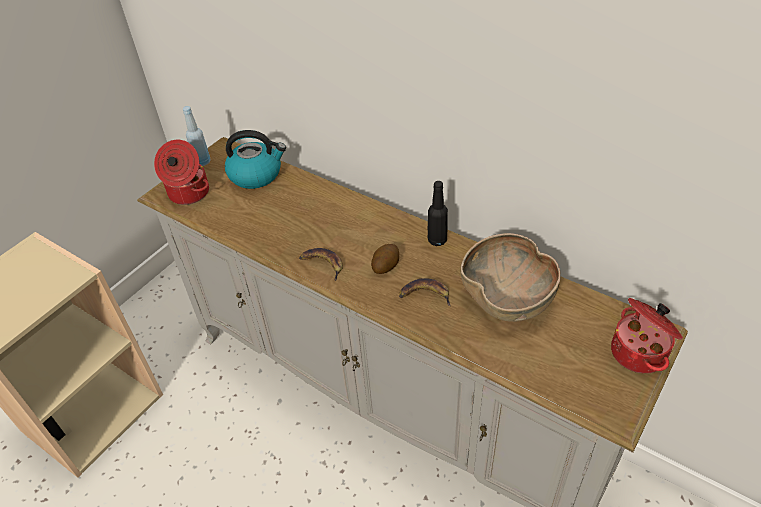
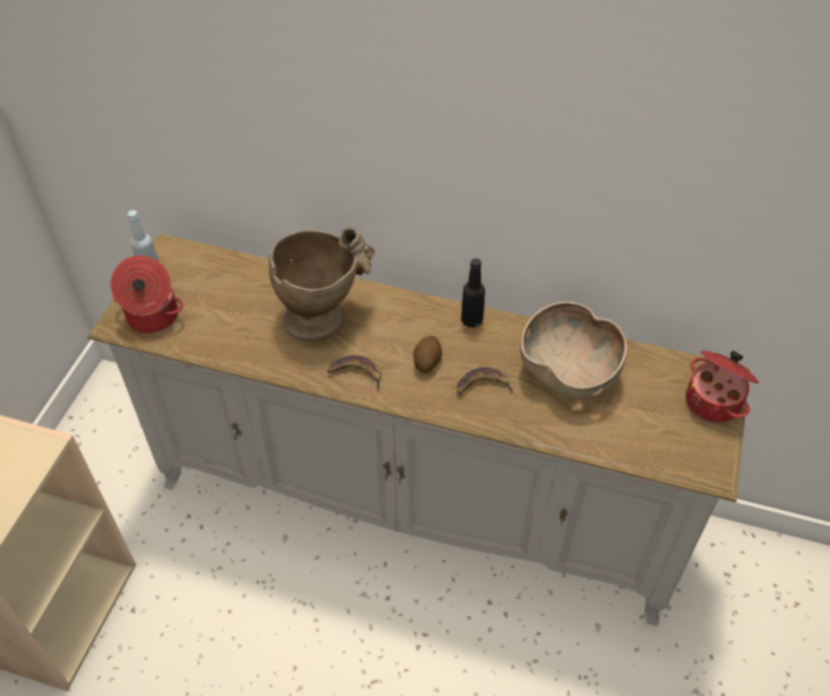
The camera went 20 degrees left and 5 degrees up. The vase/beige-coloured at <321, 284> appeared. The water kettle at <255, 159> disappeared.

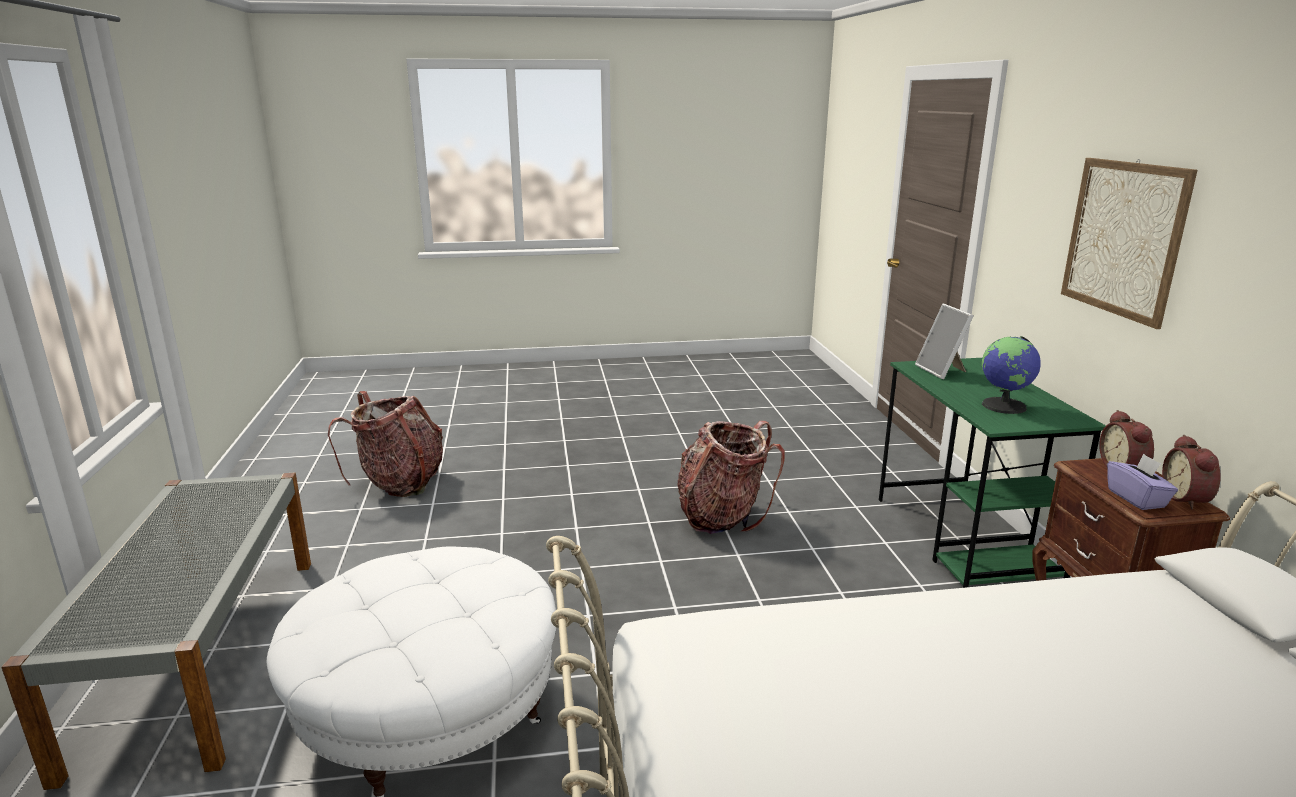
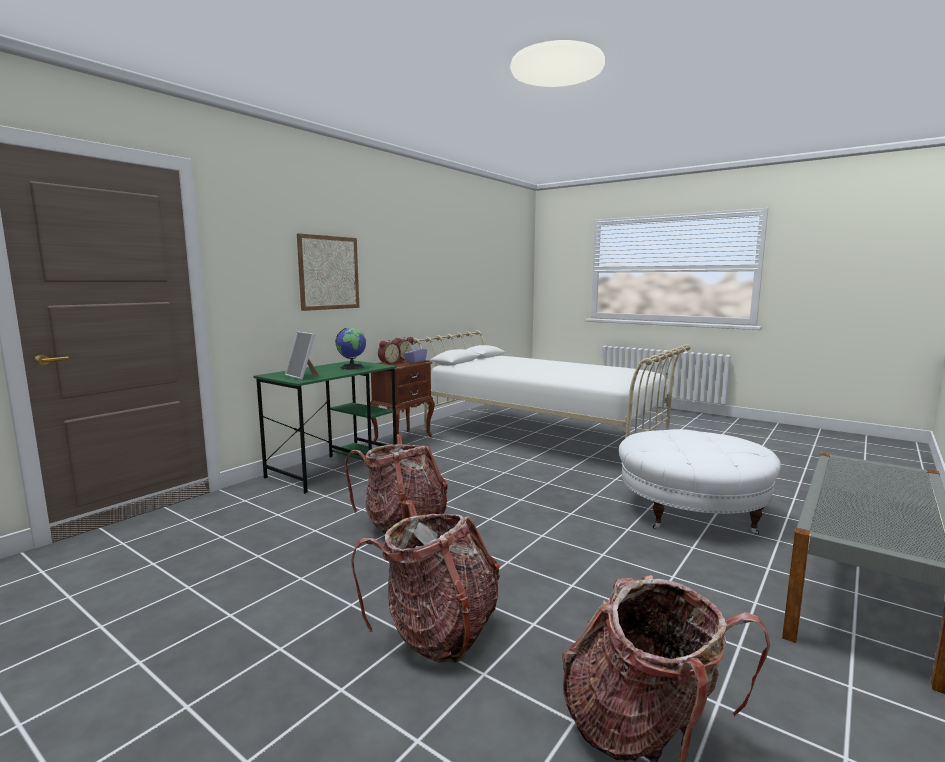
The camera went 135 degrees left and 10 degrees down. The picture frame at <944, 341> turned 105 degrees clockwise. The knapsack at <426, 581> appeared.

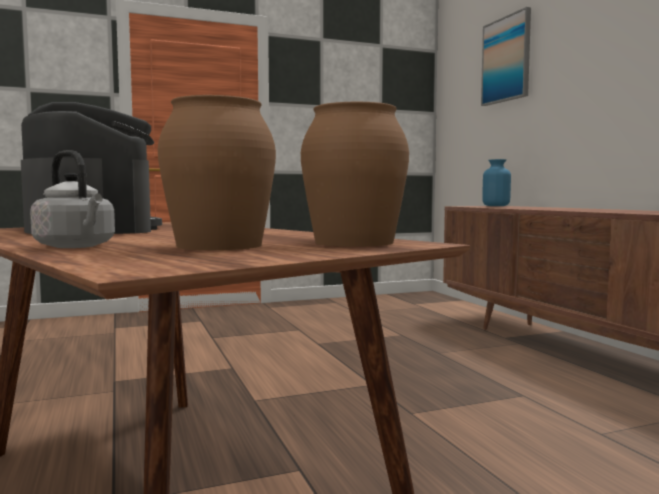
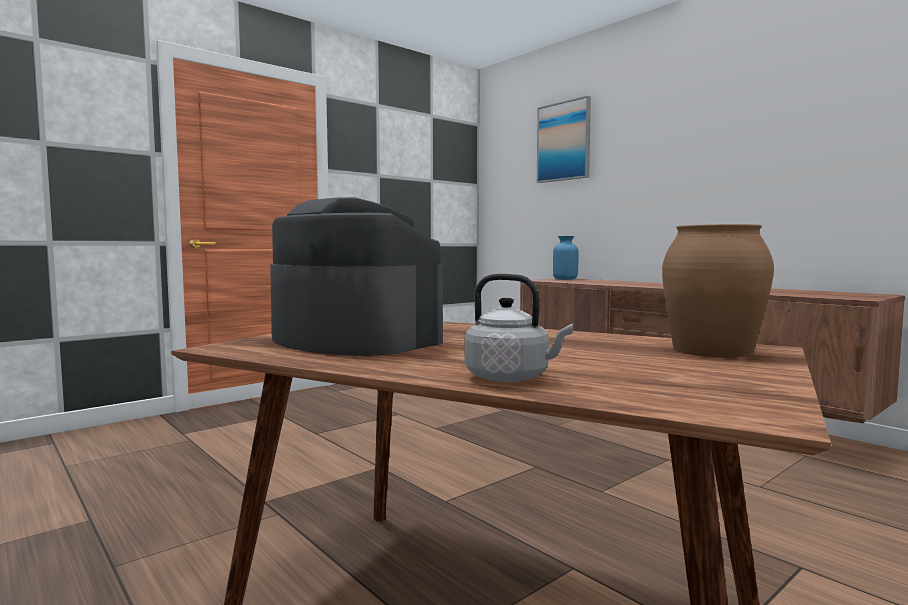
The camera went 20 degrees left and 0 degrees up. The vase/brownish at <217, 172> disappeared.

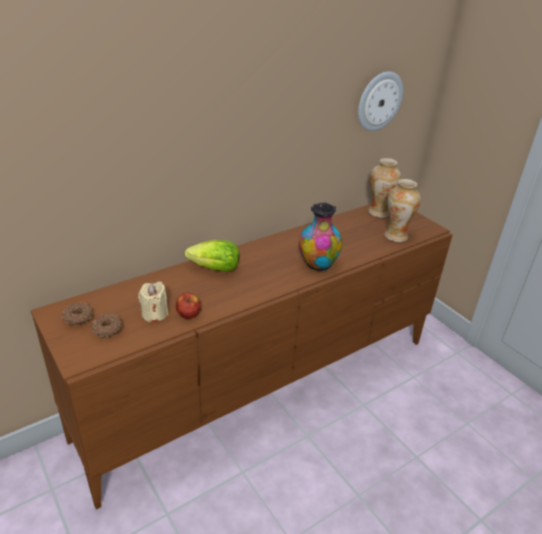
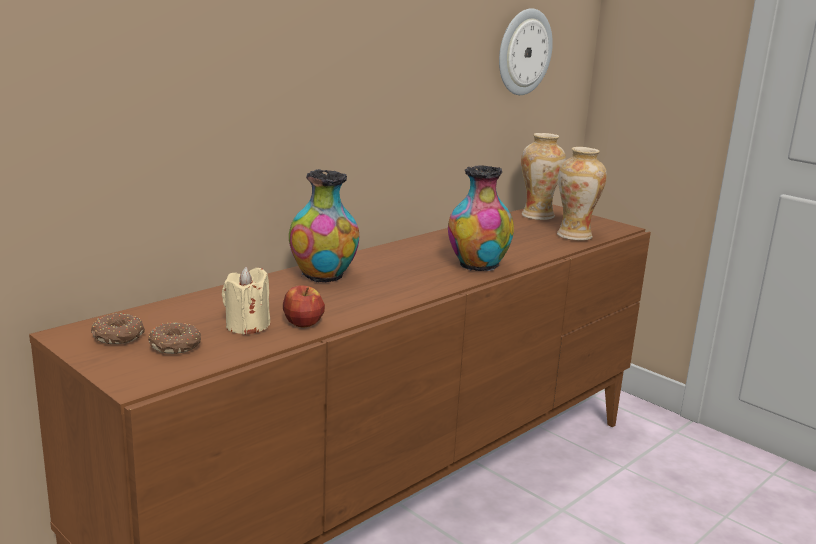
The camera went 10 degrees left and 15 degrees down. The lettuce head at <212, 256> was replaced by the vase at <324, 225>.

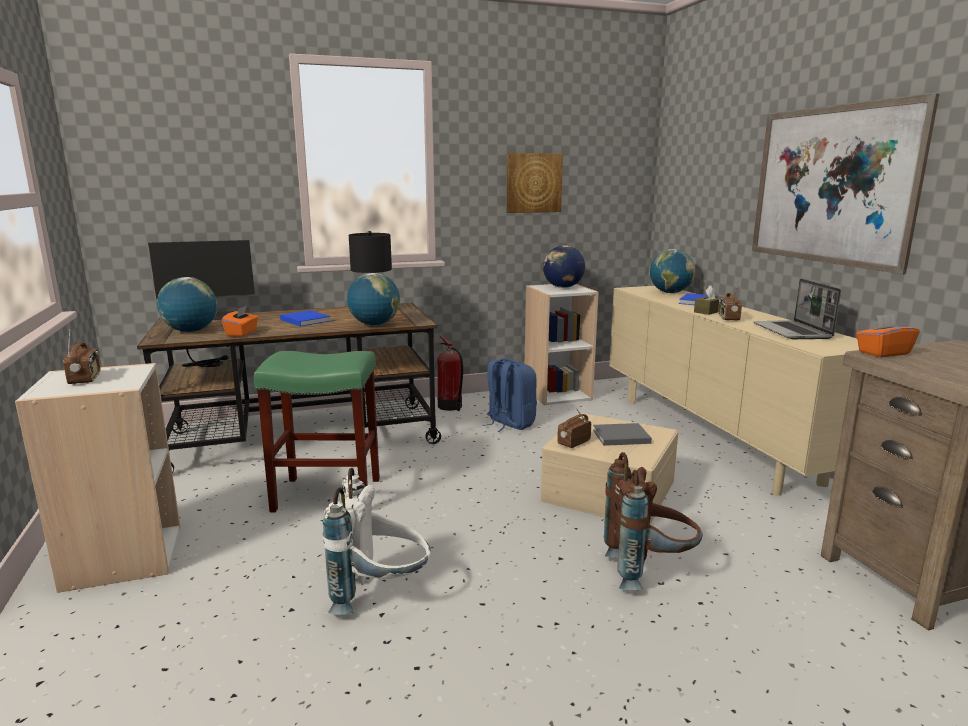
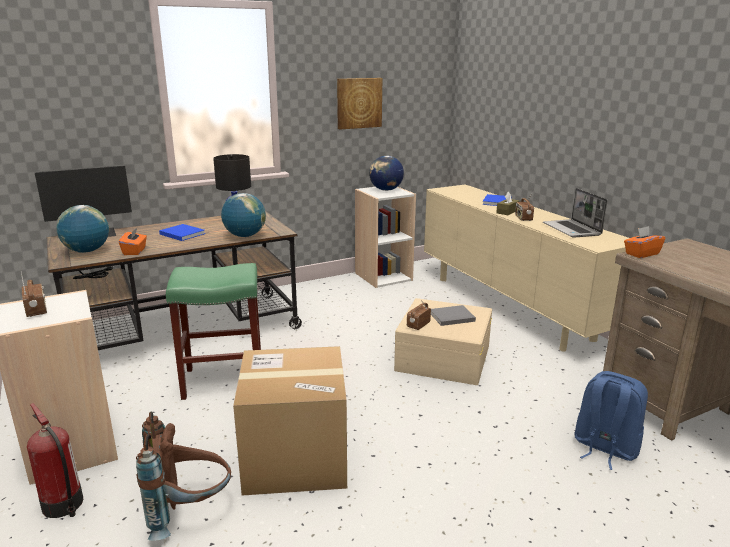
The camera went 10 degrees left and 5 degrees up. The fire extinguisher moved from <450, 373> to <55, 460>. The knapsack/brownish moved from <653, 521> to <183, 476>. The knapsack/whitish at <376, 541> was replaced by the packing box at <290, 421>. The knapsack/blue-coloured moved from <509, 395> to <611, 420>. The desk globe at <672, 271> disappeared. The wall picture at <845, 184> disappeared.

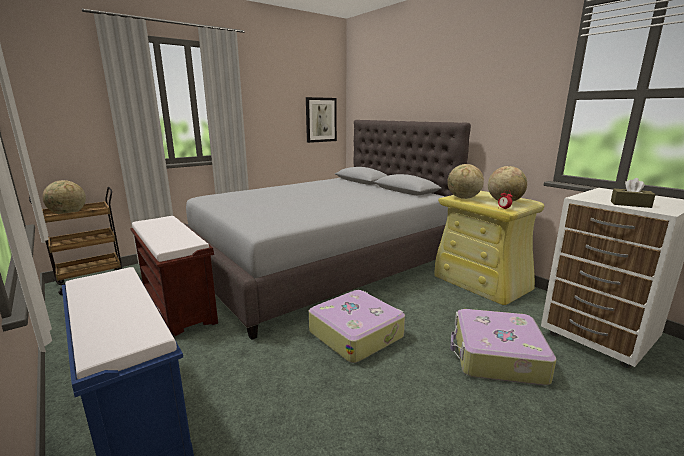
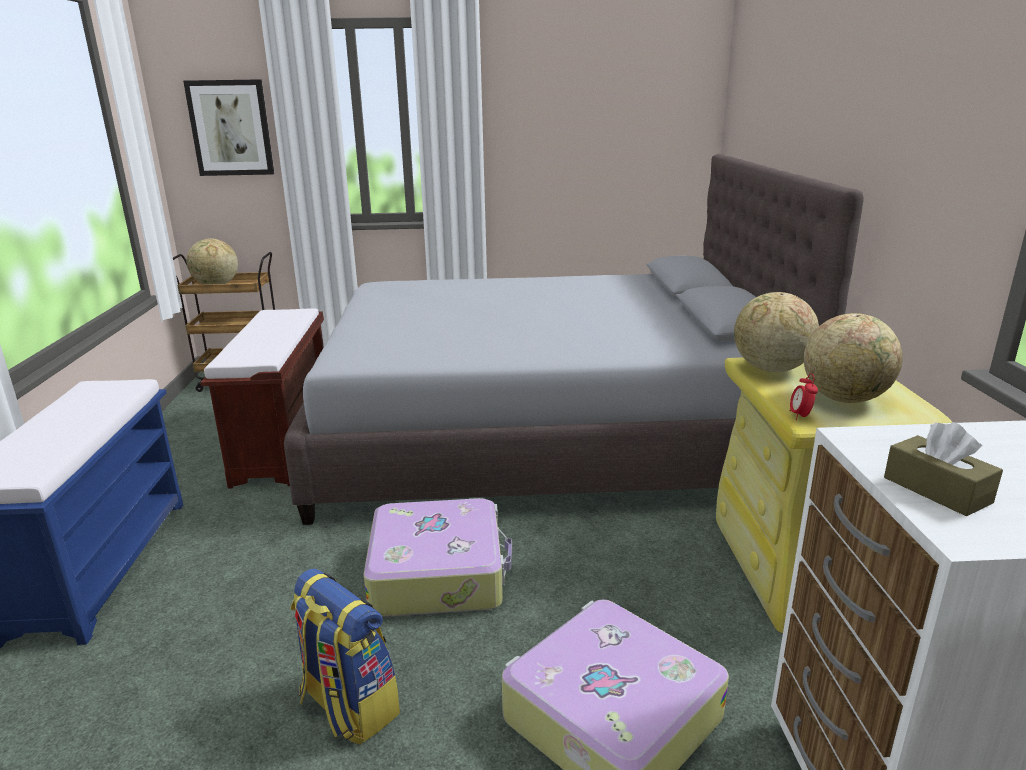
The camera went 35 degrees right and 5 degrees up. The wall picture moved from <321, 120> to <228, 127>. The knapsack at <345, 657> appeared.

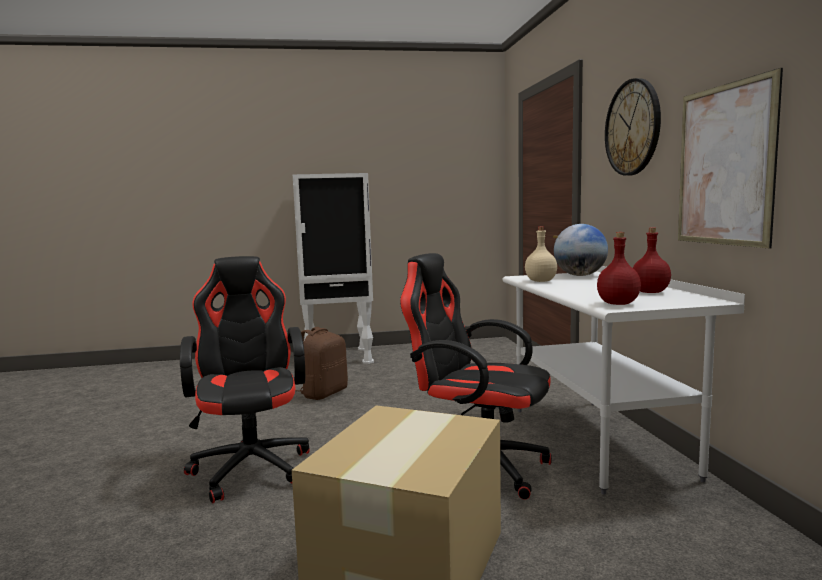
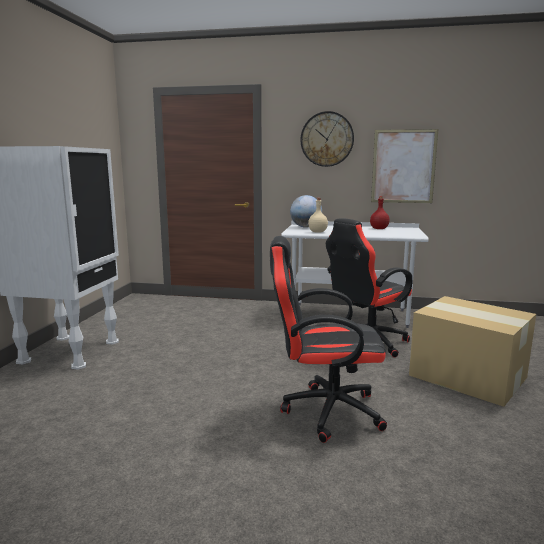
The camera went 70 degrees left and 5 degrees up. The knapsack/brownish at <322, 363> disappeared. The bottle/red-coloured at <619, 268> disappeared.

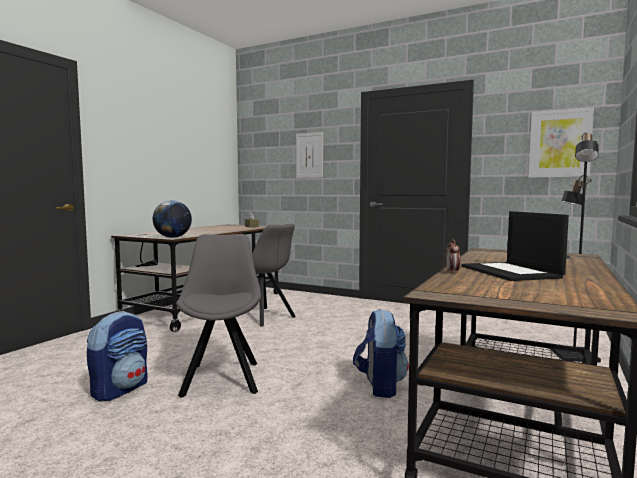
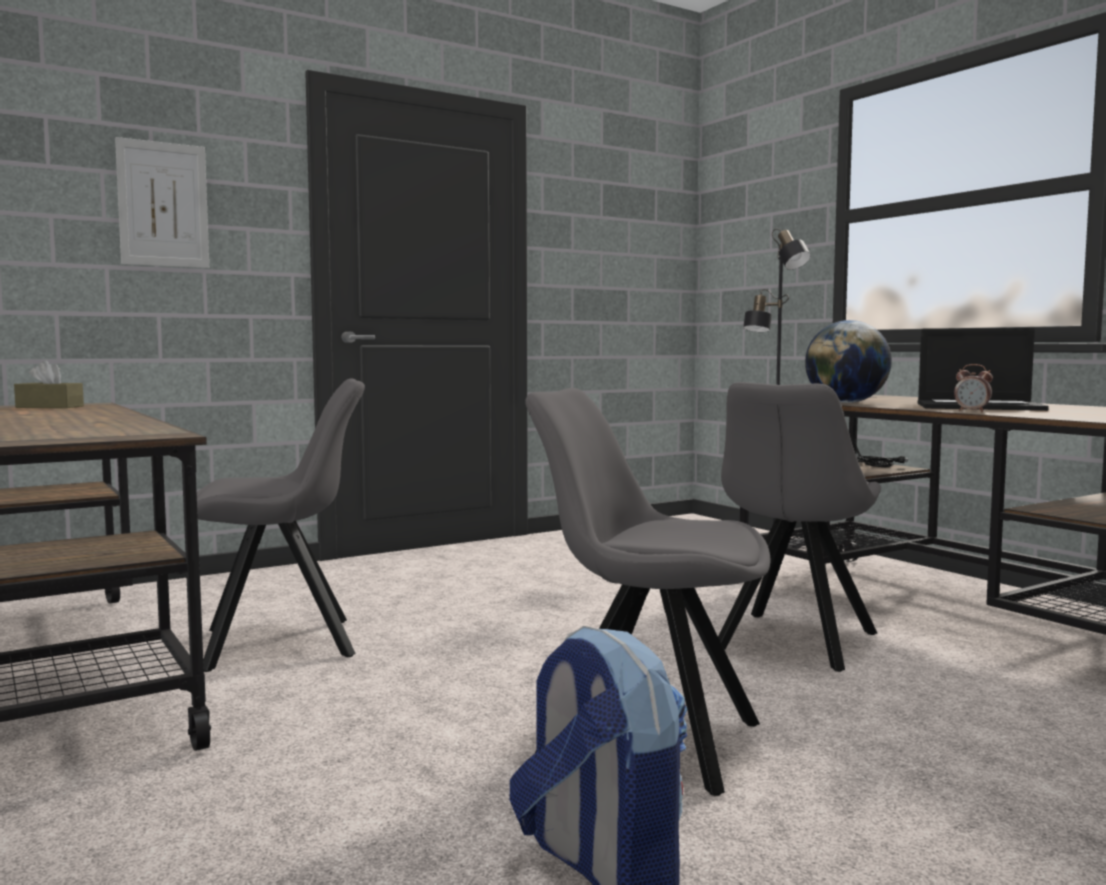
The camera went 60 degrees left and 0 degrees up. The knapsack at <381, 353> was replaced by the chair/gray at <799, 527>. The desk globe moved from <172, 219> to <848, 361>. The wall picture at <561, 142> disappeared.

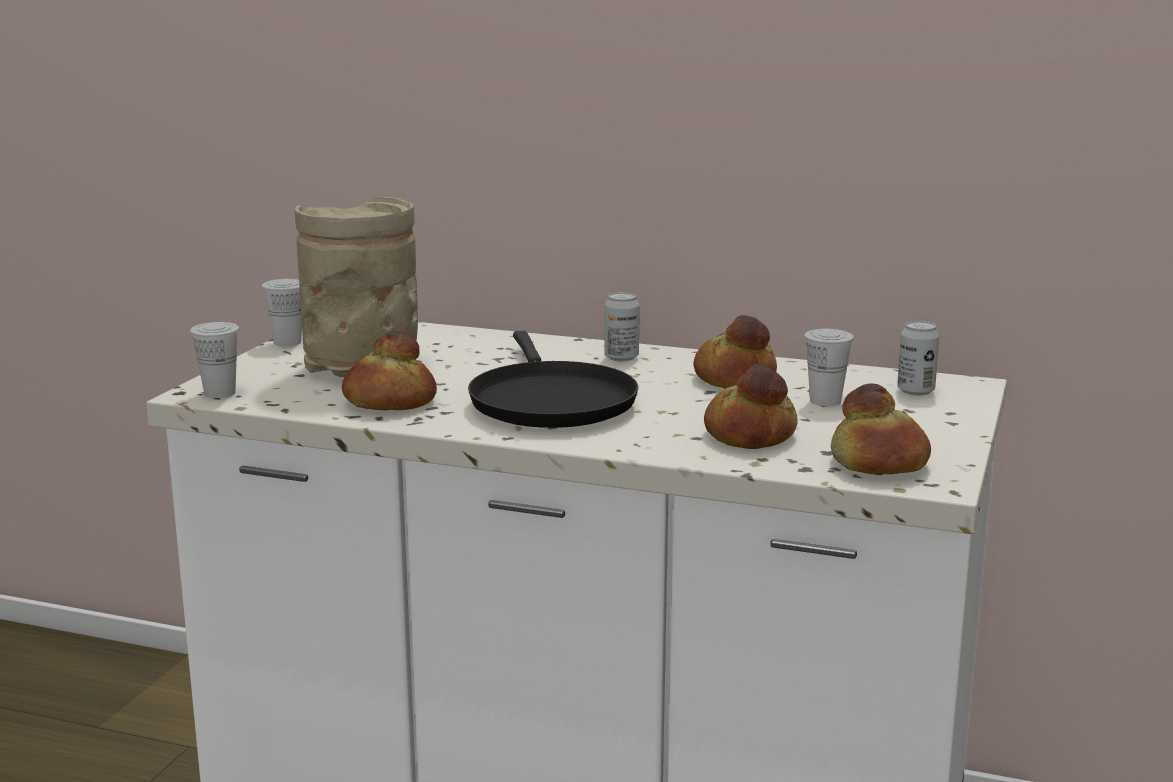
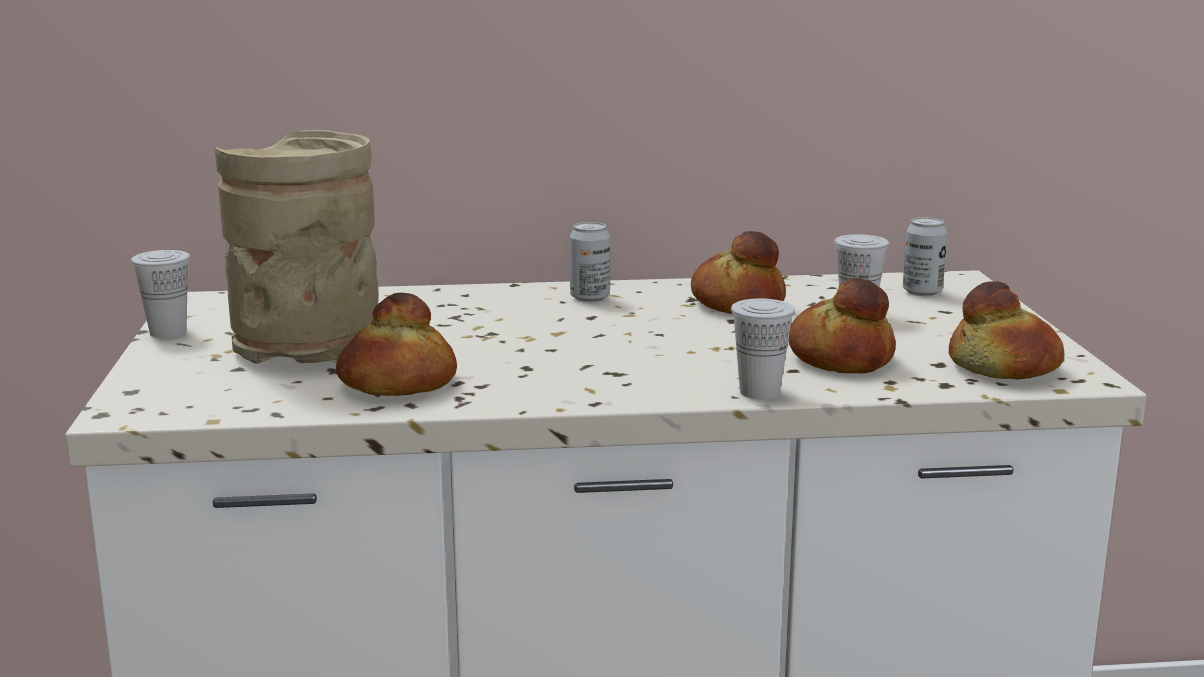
The camera went 25 degrees left and 0 degrees up. The small cup/whitish moved from <215, 360> to <763, 349>. The frying pan/blackish at <553, 379> disappeared.

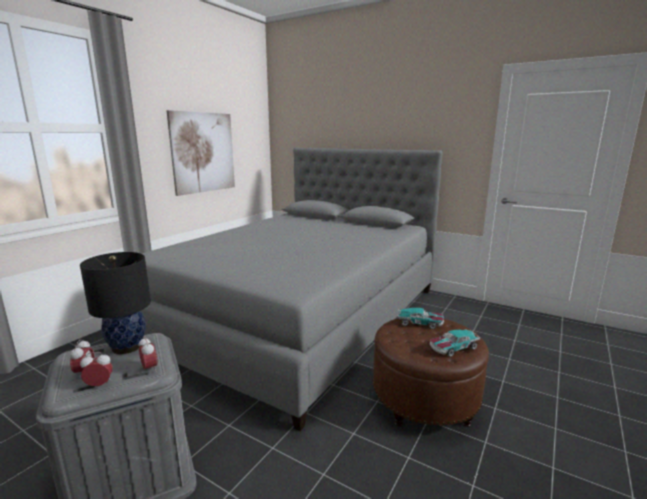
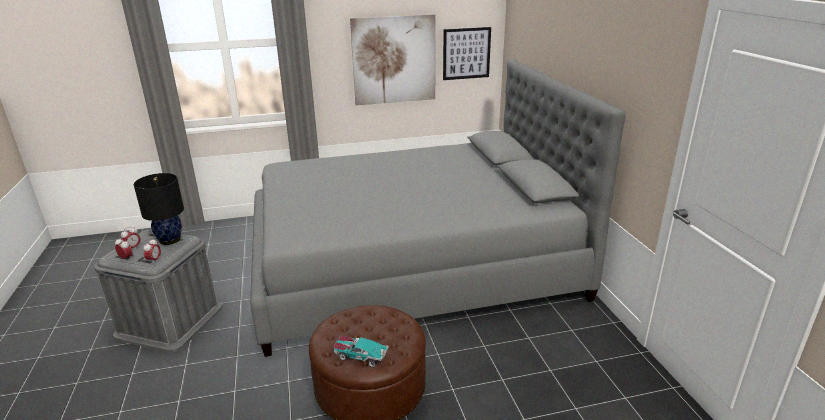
The camera went 45 degrees right and 10 degrees up. The wall picture at <467, 53> appeared. The model car at <421, 318> disappeared.

